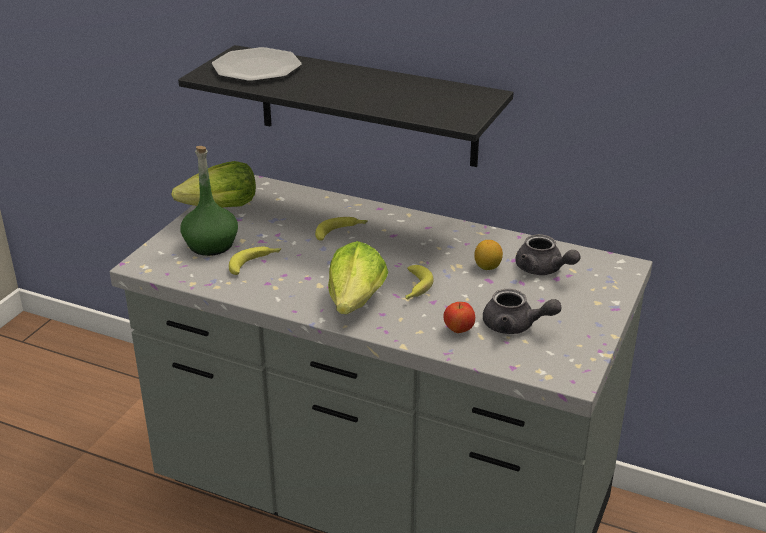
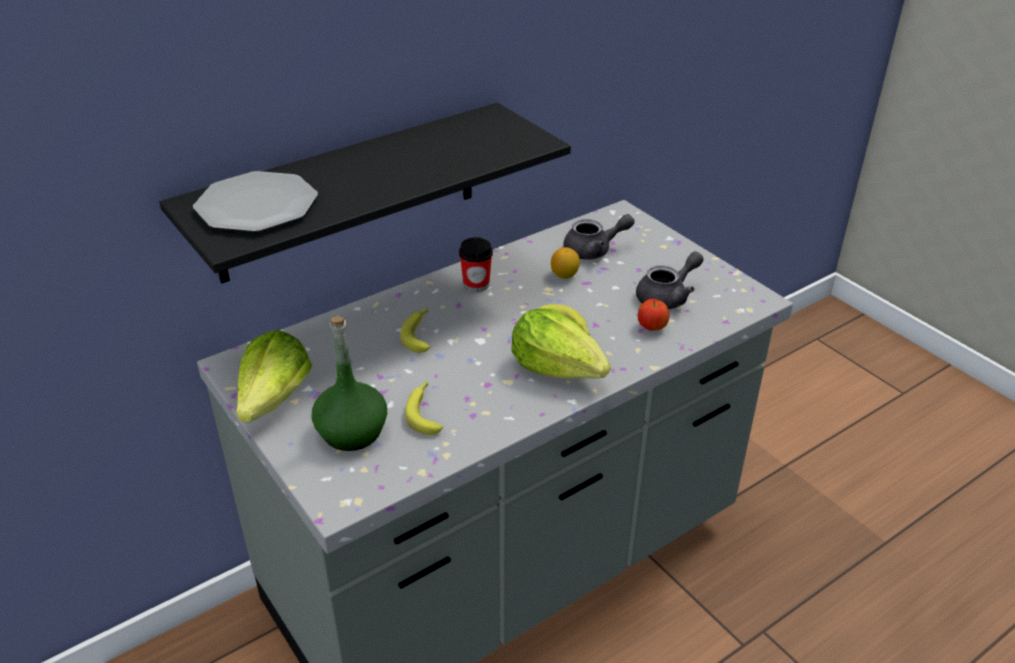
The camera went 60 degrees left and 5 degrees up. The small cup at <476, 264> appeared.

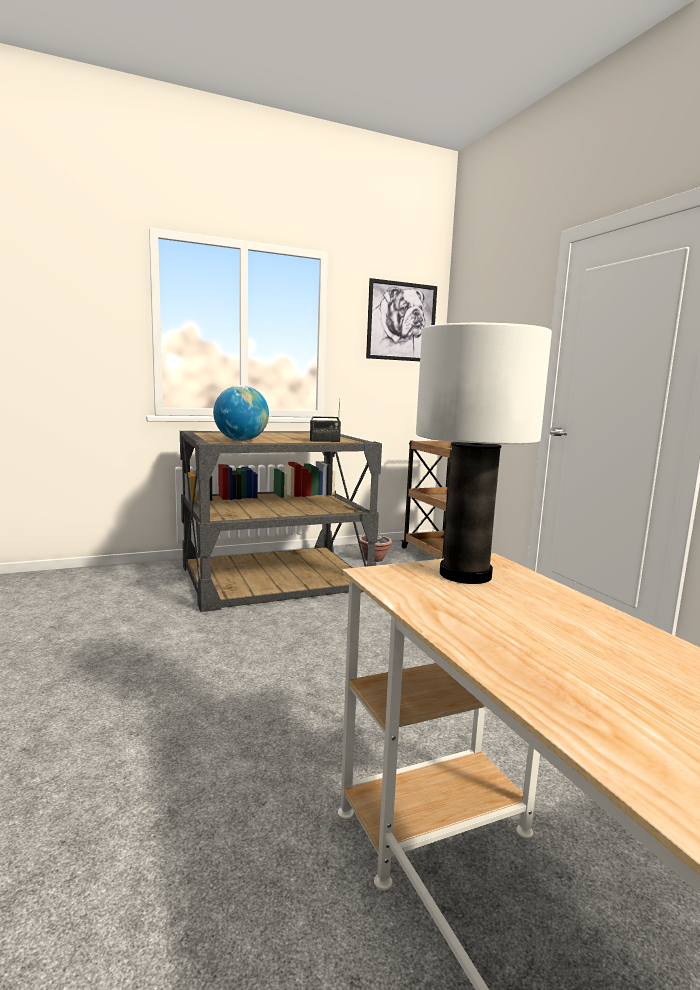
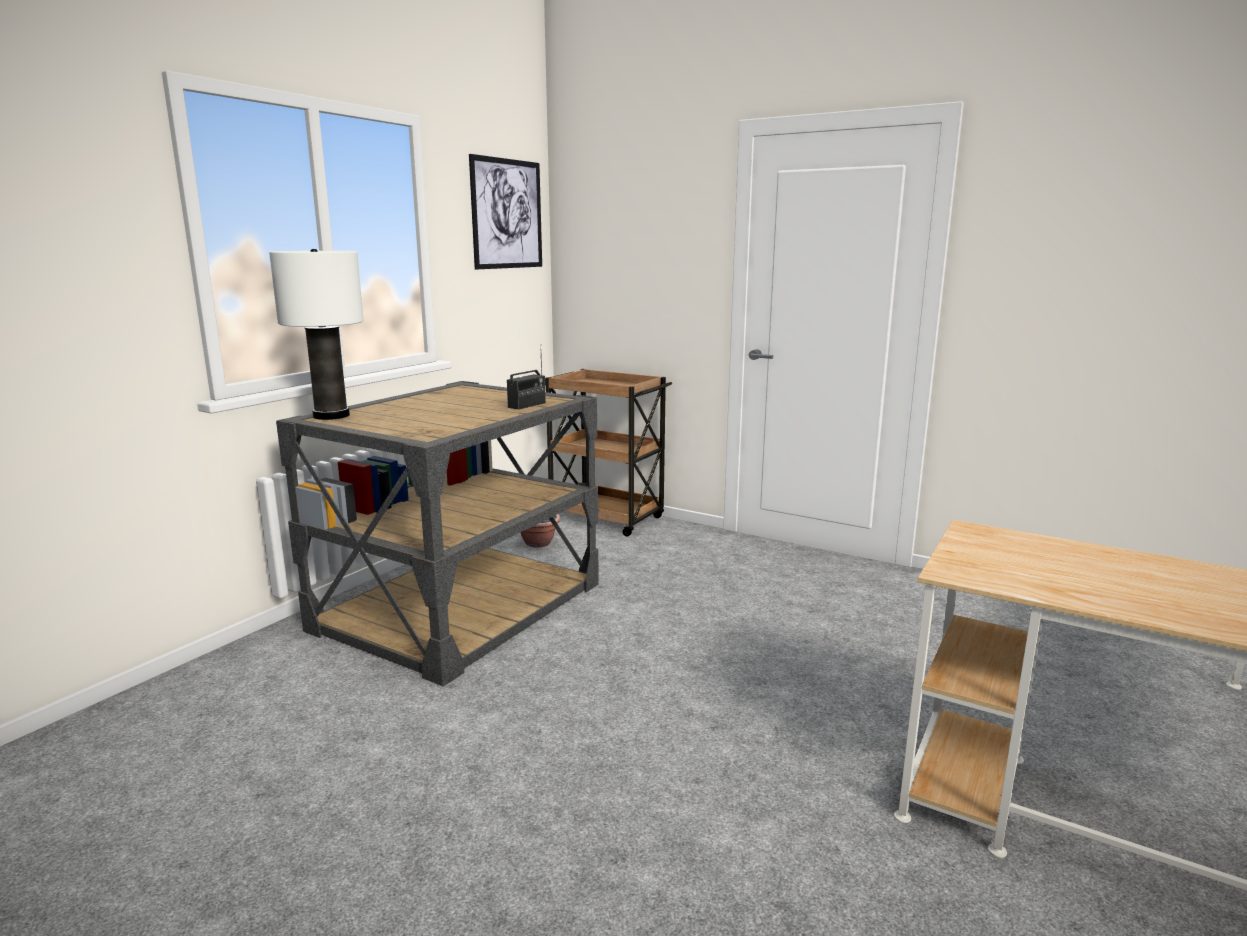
The camera went 35 degrees left and 5 degrees up. The table lamp/whitish moved from <484, 453> to <316, 334>. The desk globe at <241, 413> disappeared.

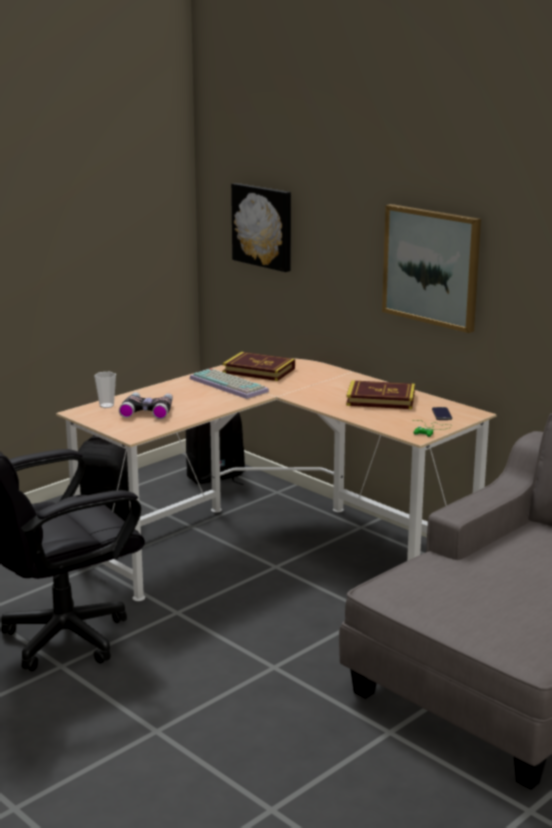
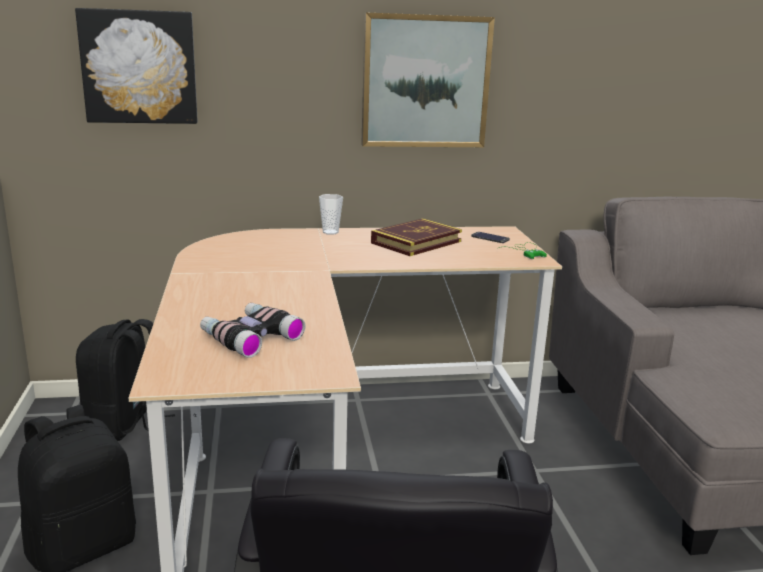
The camera went 55 degrees left and 0 degrees up. The small cup moved from <105, 390> to <331, 214>. The keyboard at <229, 383> disappeared. The book at <258, 366> disappeared.

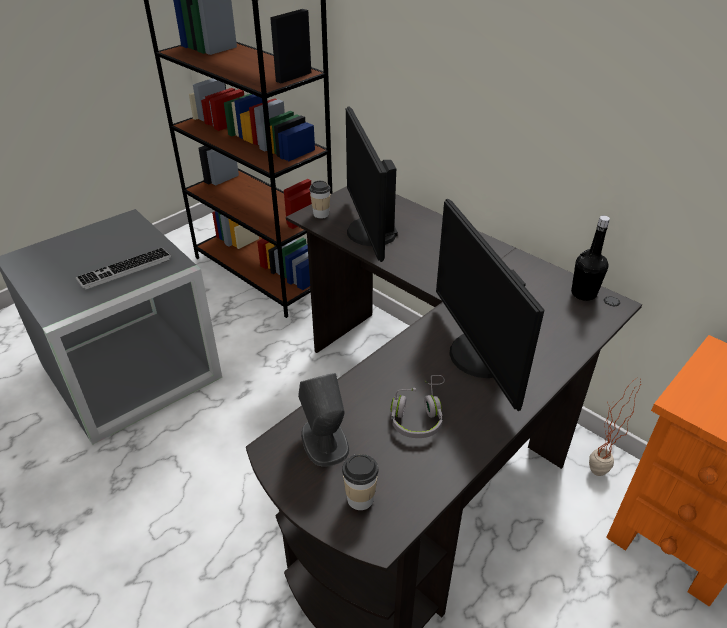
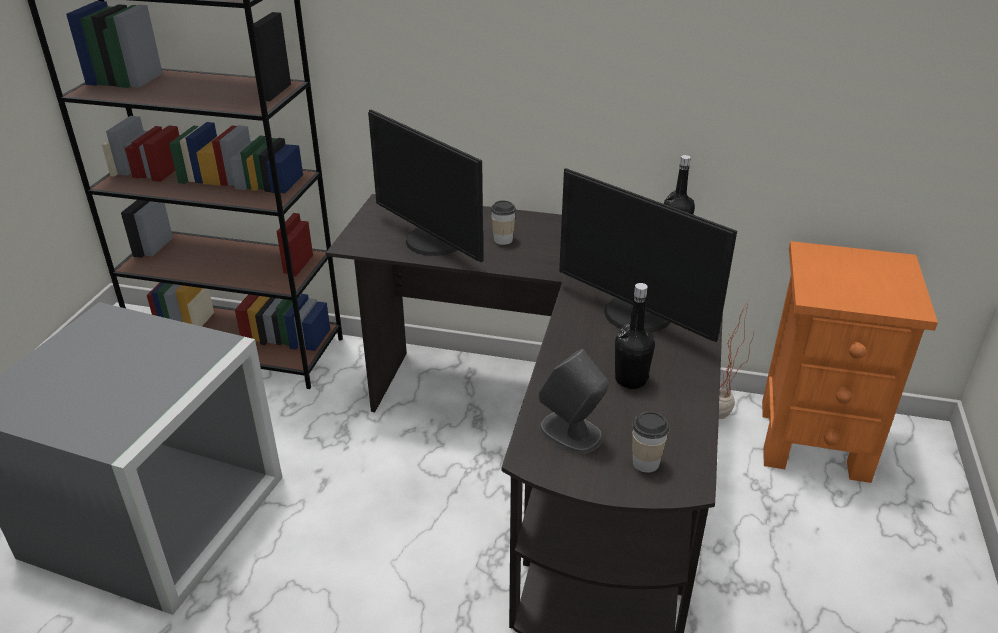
The camera went 30 degrees left and 5 degrees down. The small cup moved from <320, 200> to <503, 222>. The pair of headphones/gray at <418, 406> was replaced by the bottle/blackish at <635, 336>. The keyboard at <123, 268> disappeared.

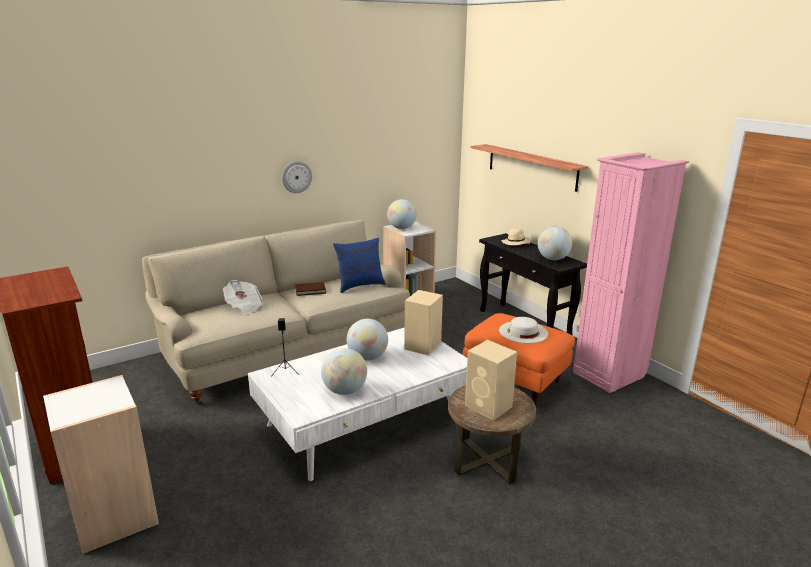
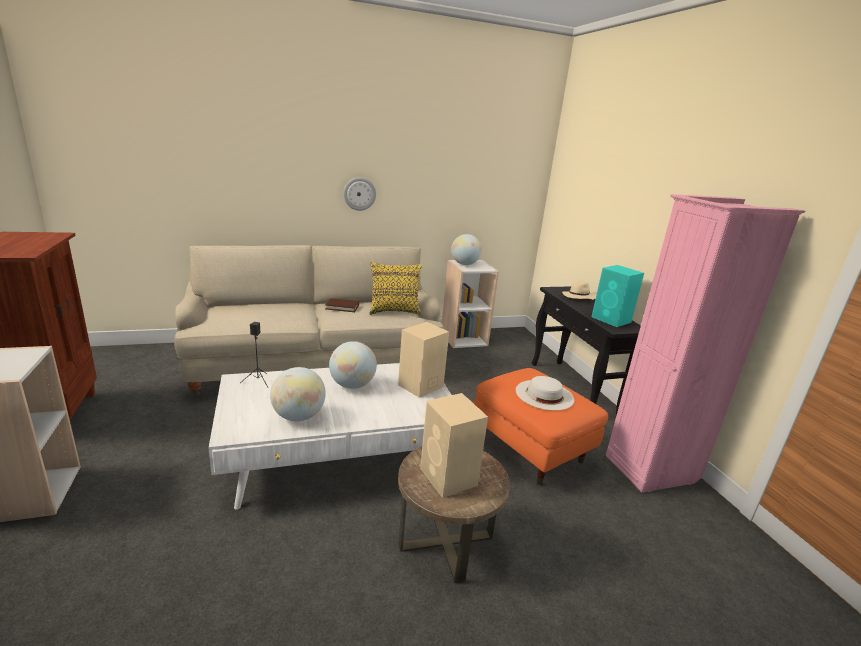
The camera went 15 degrees right and 0 degrees up. The cushion/blue-coloured at <359, 265> became the cushion/yellow at <395, 288>. The desk globe at <555, 243> was replaced by the audio speaker/turquoise at <618, 296>. The newspaper at <243, 297> disappeared. The wall shelf at <529, 168> disappeared.

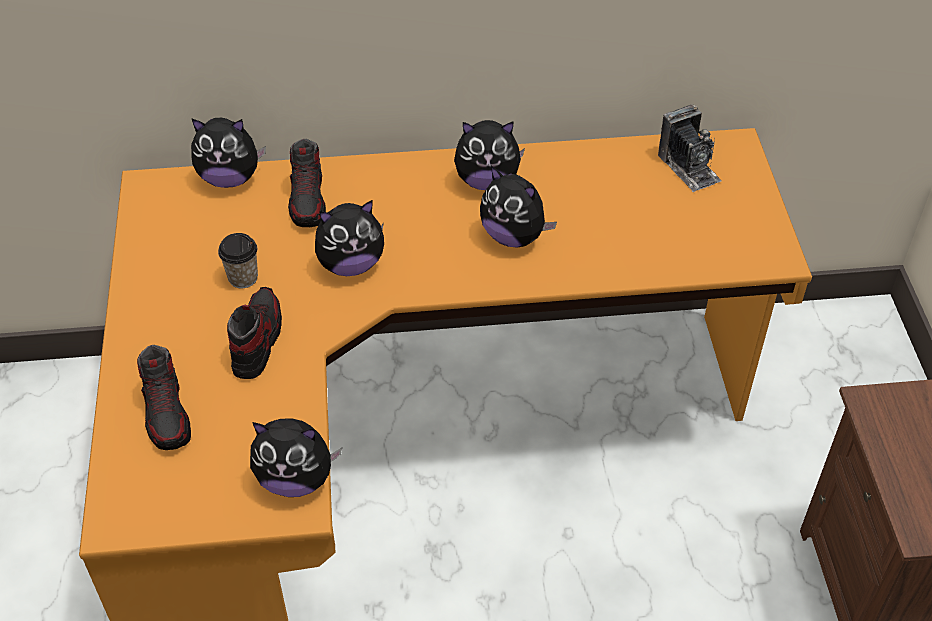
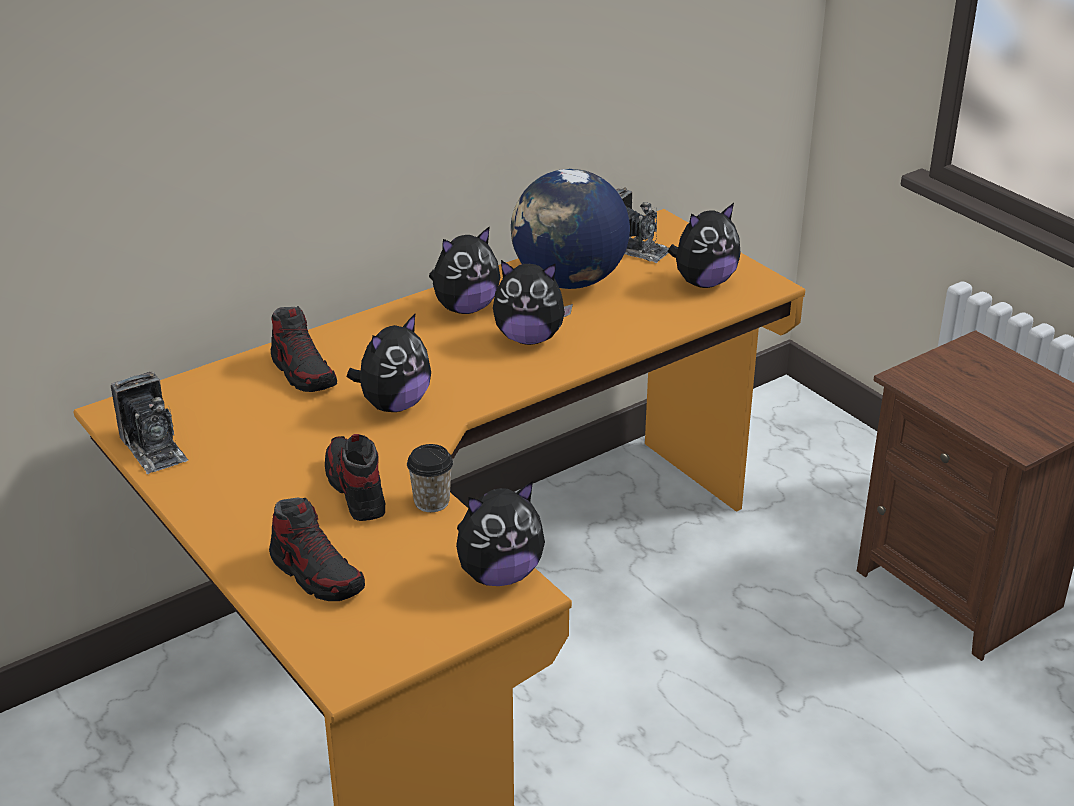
The camera went 30 degrees left and 15 degrees down. The photo camera at <149, 423> appeared. The small cup moved from <238, 260> to <430, 478>. The desk globe at <570, 229> appeared. The cuddly toy moved from <228, 153> to <704, 245>.

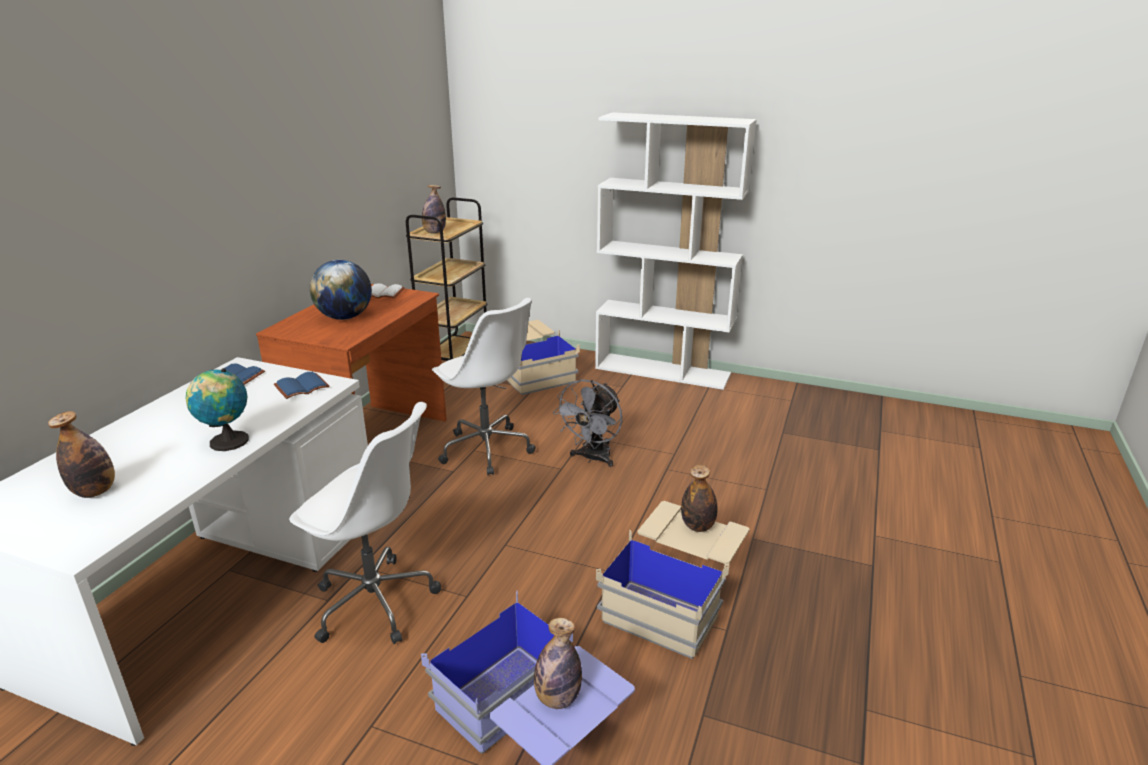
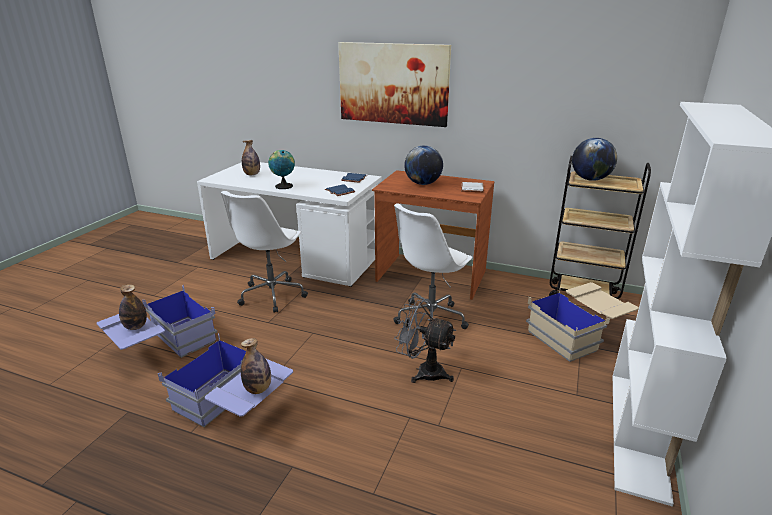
The camera went 90 degrees right and 0 degrees up. The storage box/beige-coloured at <672, 580> became the storage box/blue-coloured at <225, 380>. The wall picture at <394, 84> appeared. The bottle at <434, 209> was replaced by the desk globe at <594, 159>.

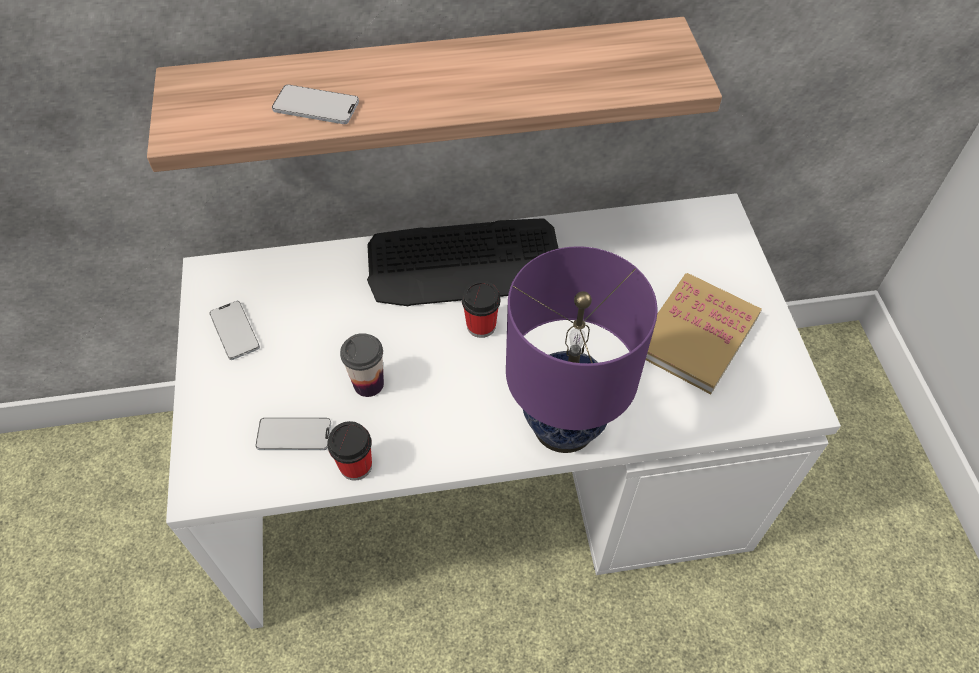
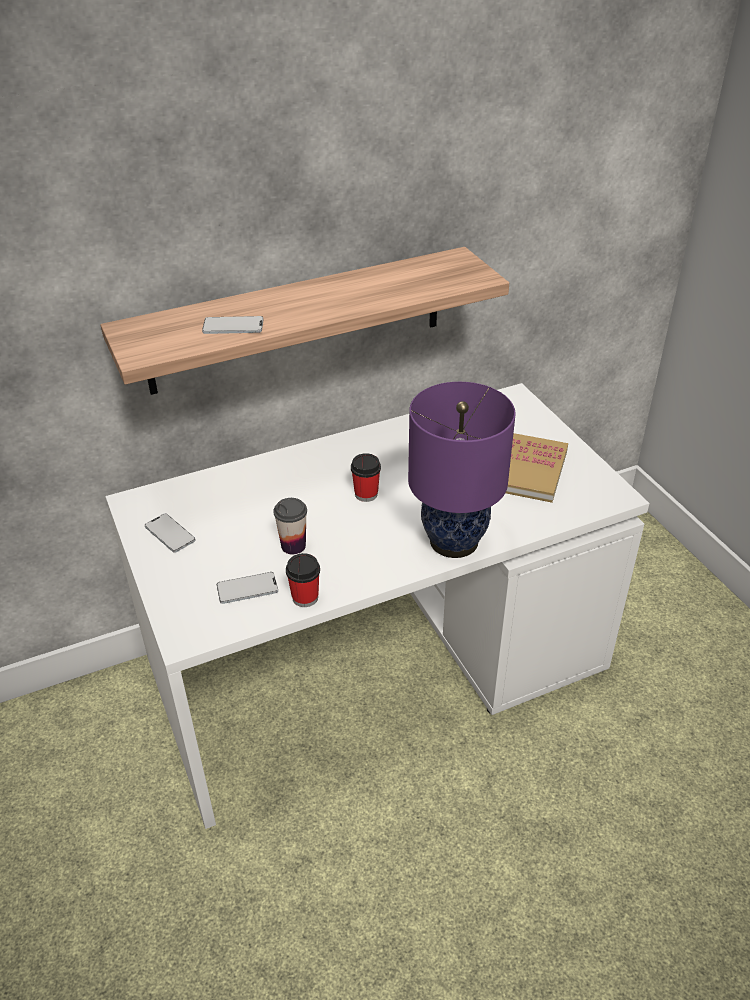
The camera went 15 degrees left and 15 degrees down. The keyboard at <463, 262> disappeared.

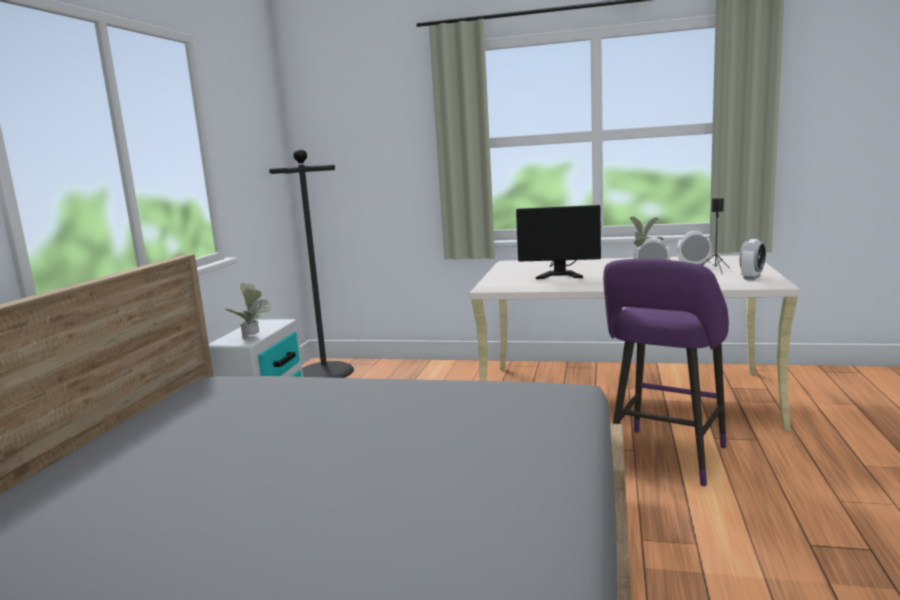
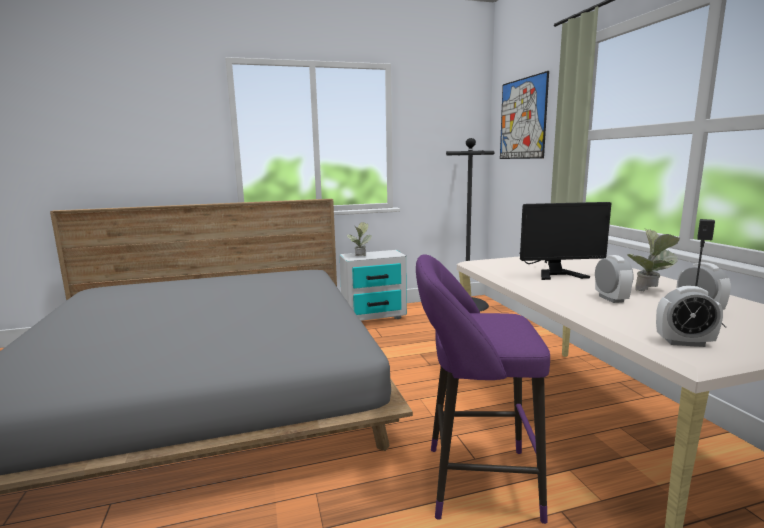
The camera went 60 degrees right and 0 degrees up. The wall picture at <524, 115> appeared. The computer screen at <558, 242> turned 75 degrees counterclockwise.

